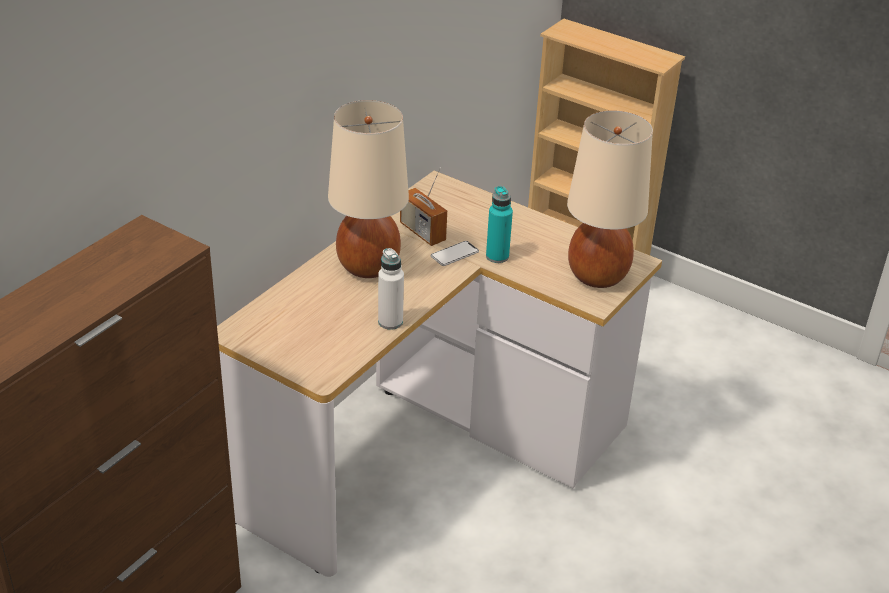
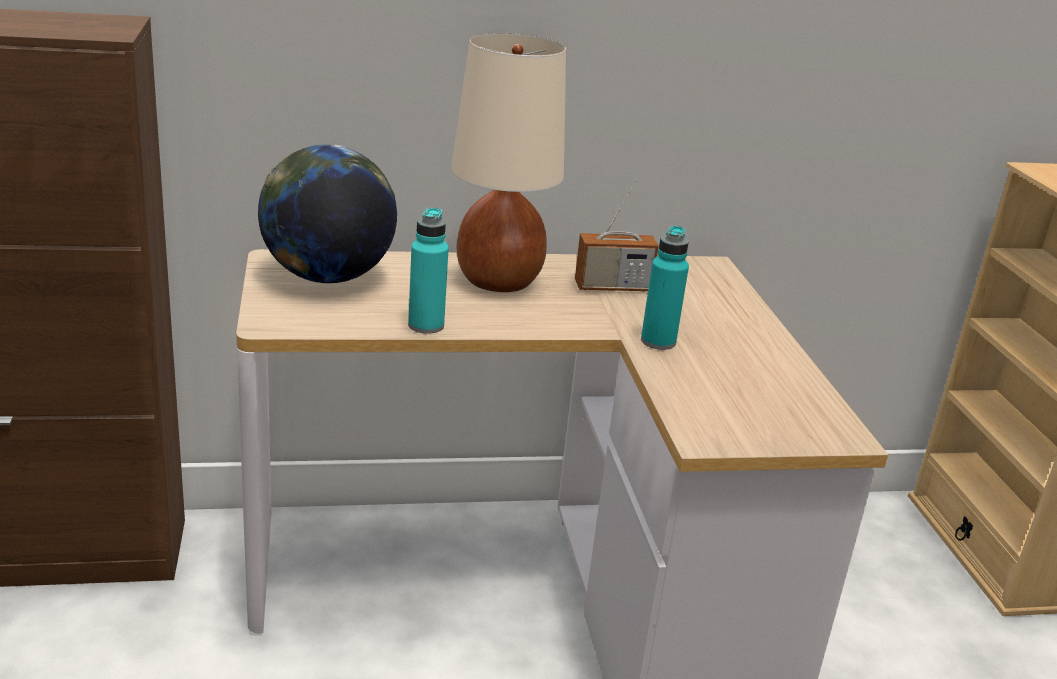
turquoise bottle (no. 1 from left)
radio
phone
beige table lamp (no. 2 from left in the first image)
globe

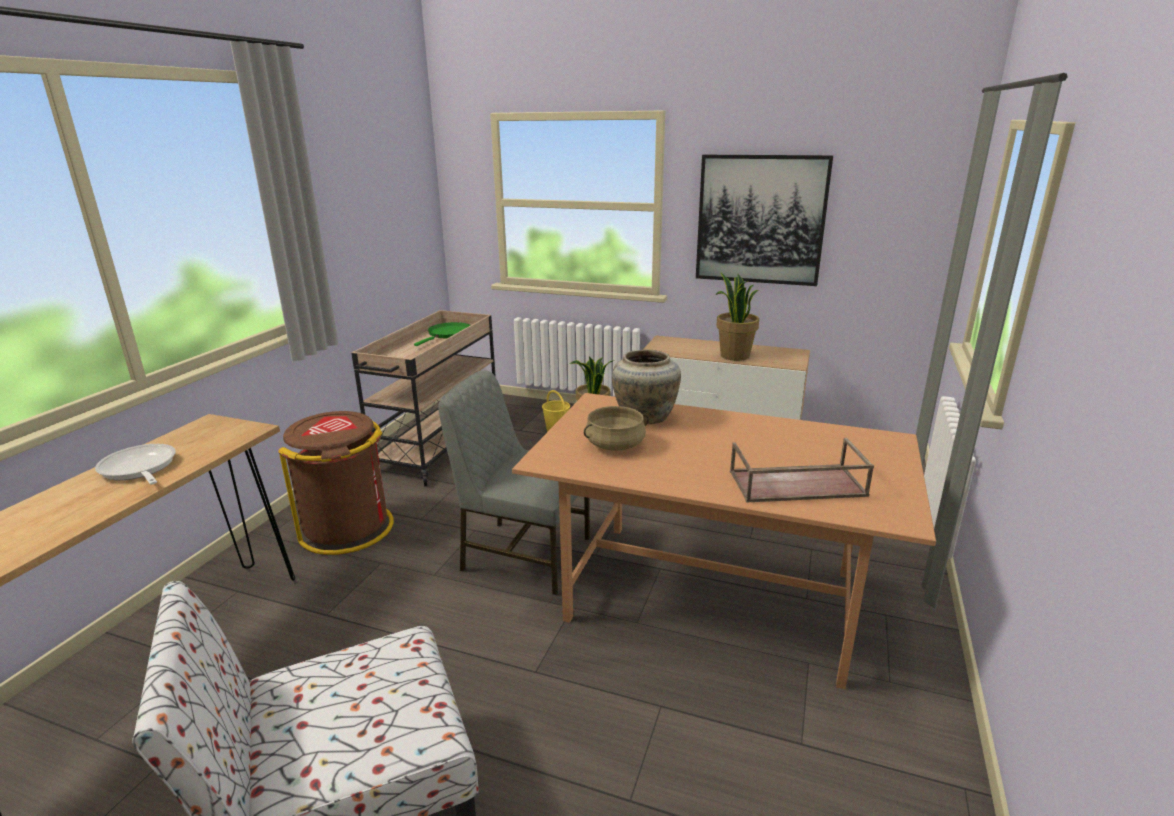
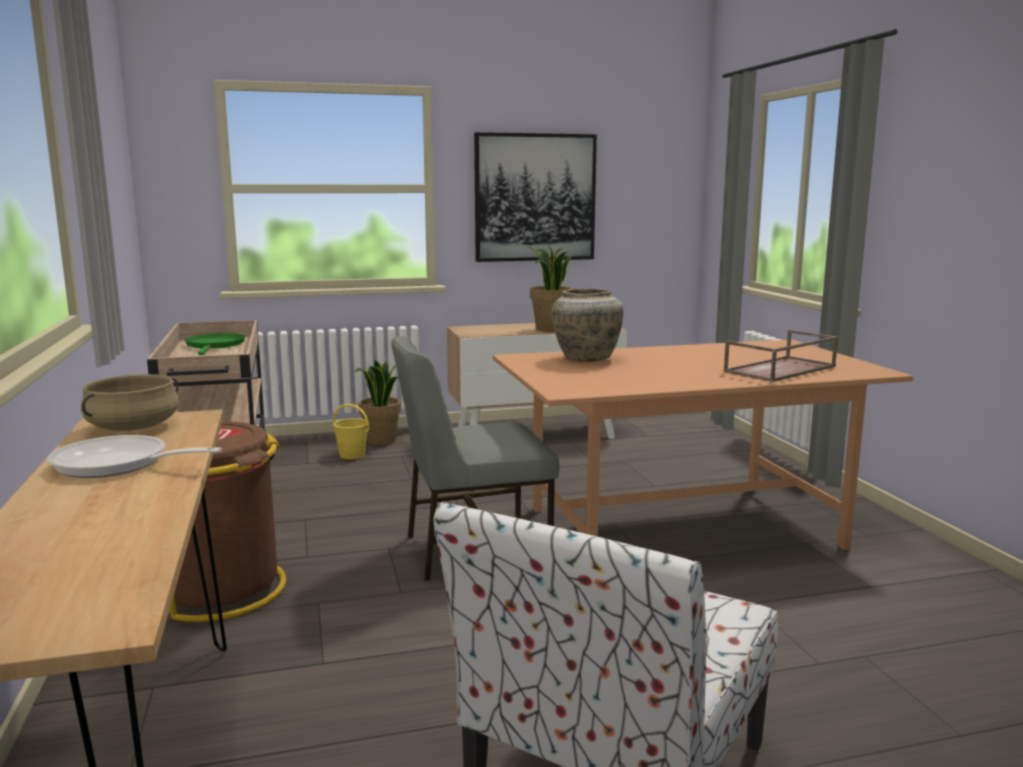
beige cooking pot

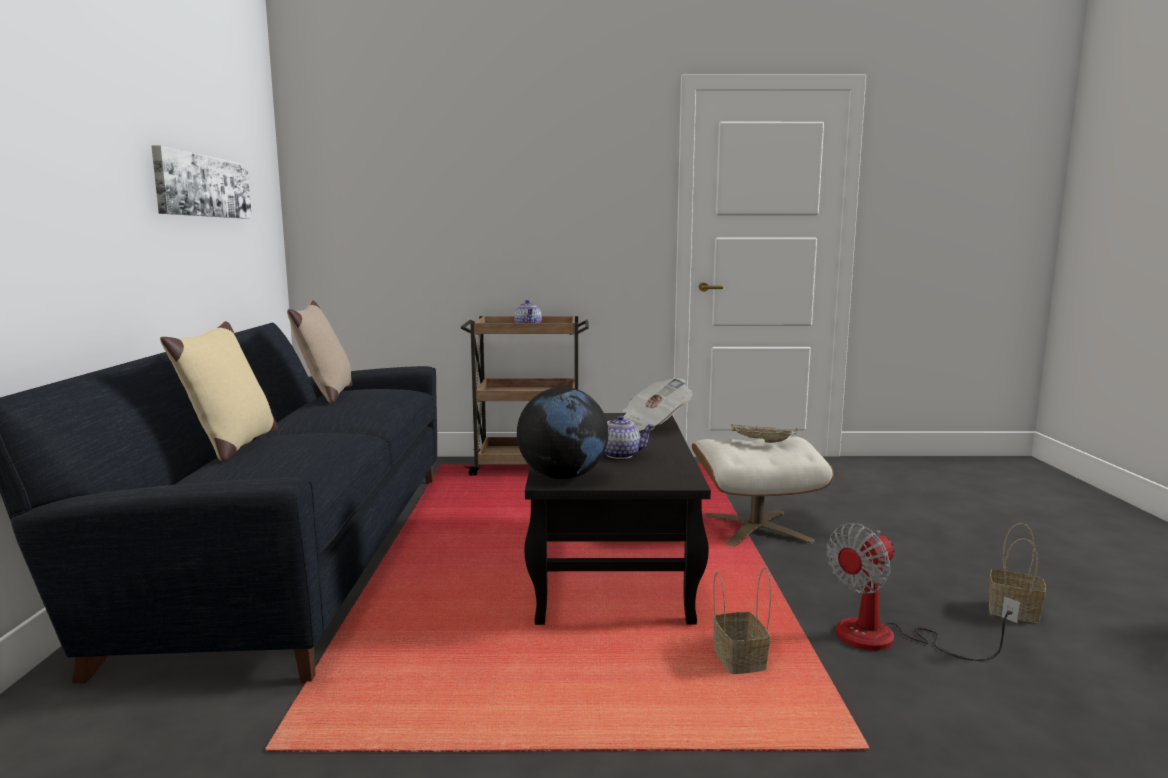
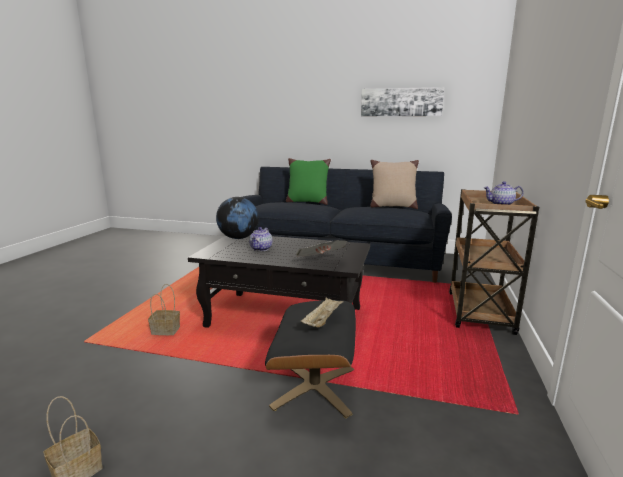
green pillow
black ottoman
fan

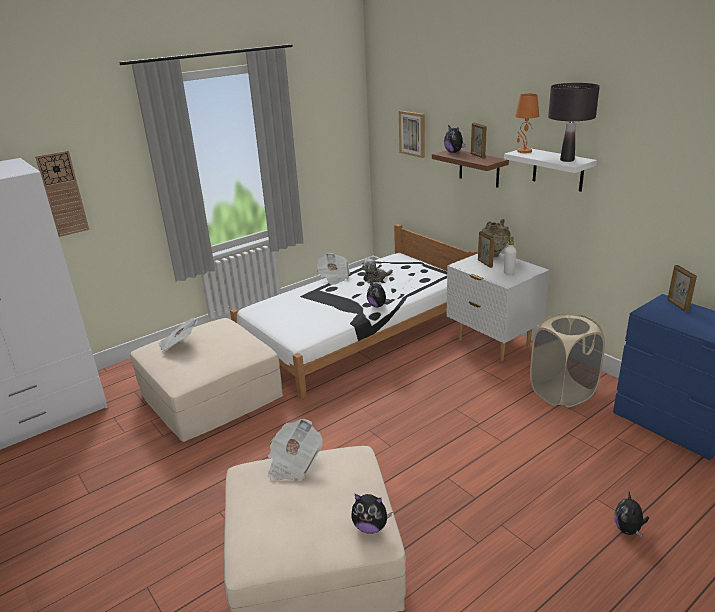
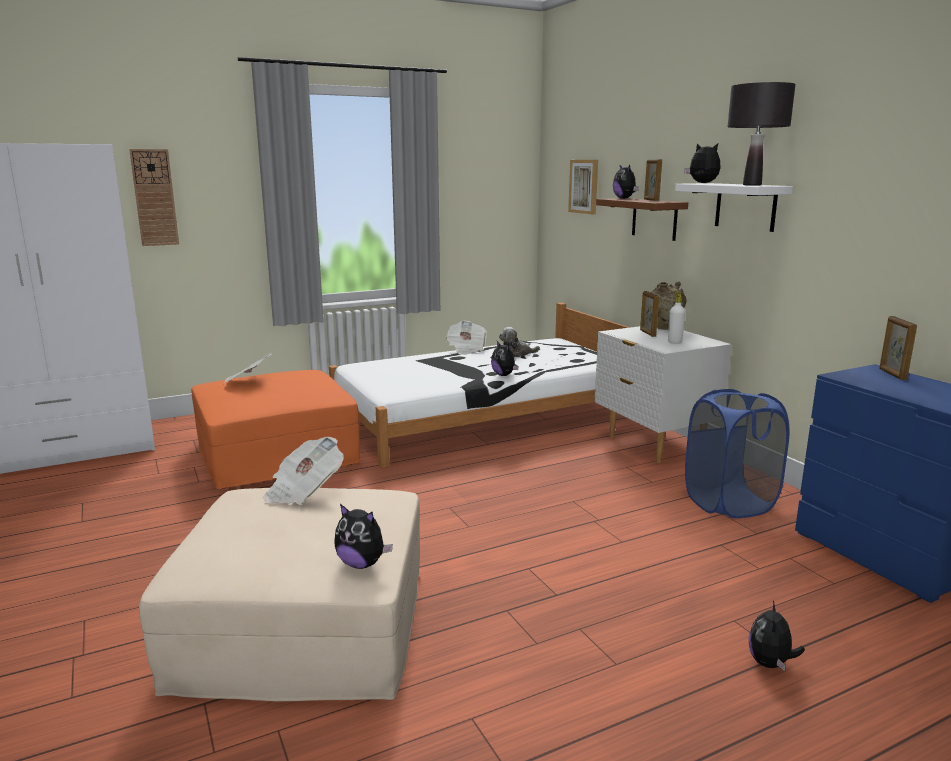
orange ottoman
plush toy (no. 5 from left)
blue laundry basket

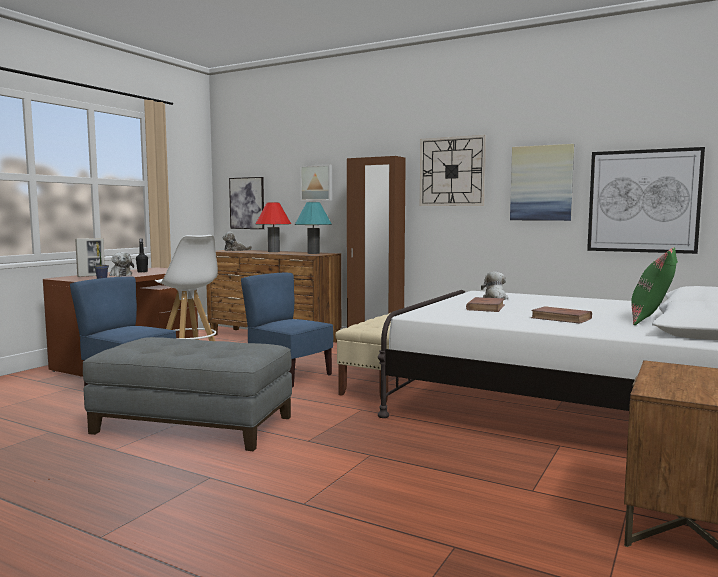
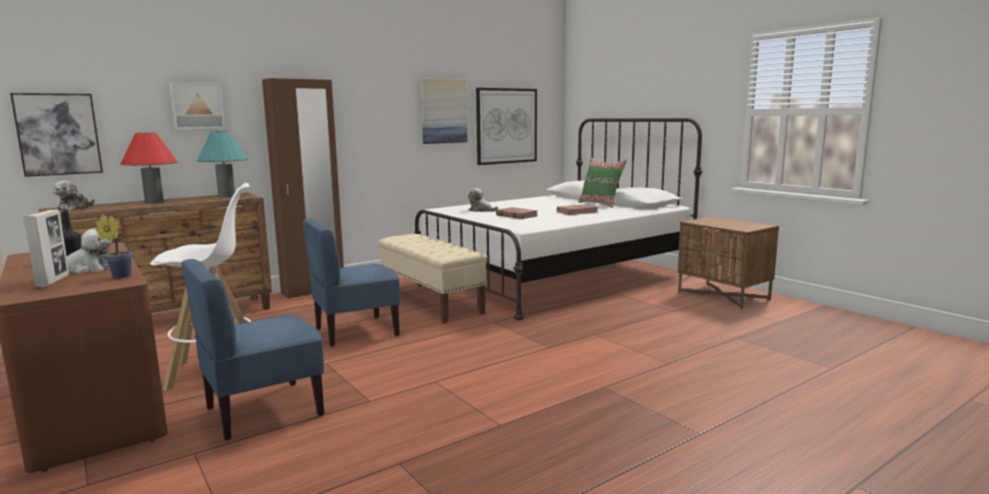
grey ottoman
wall clock

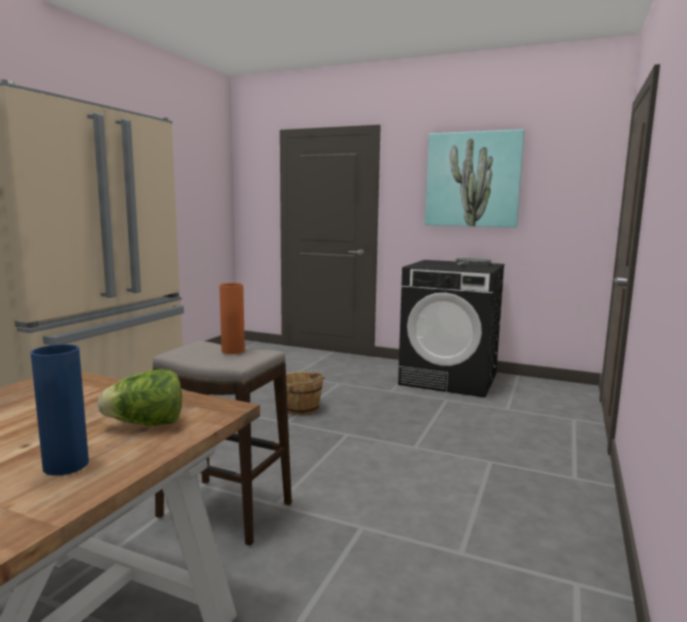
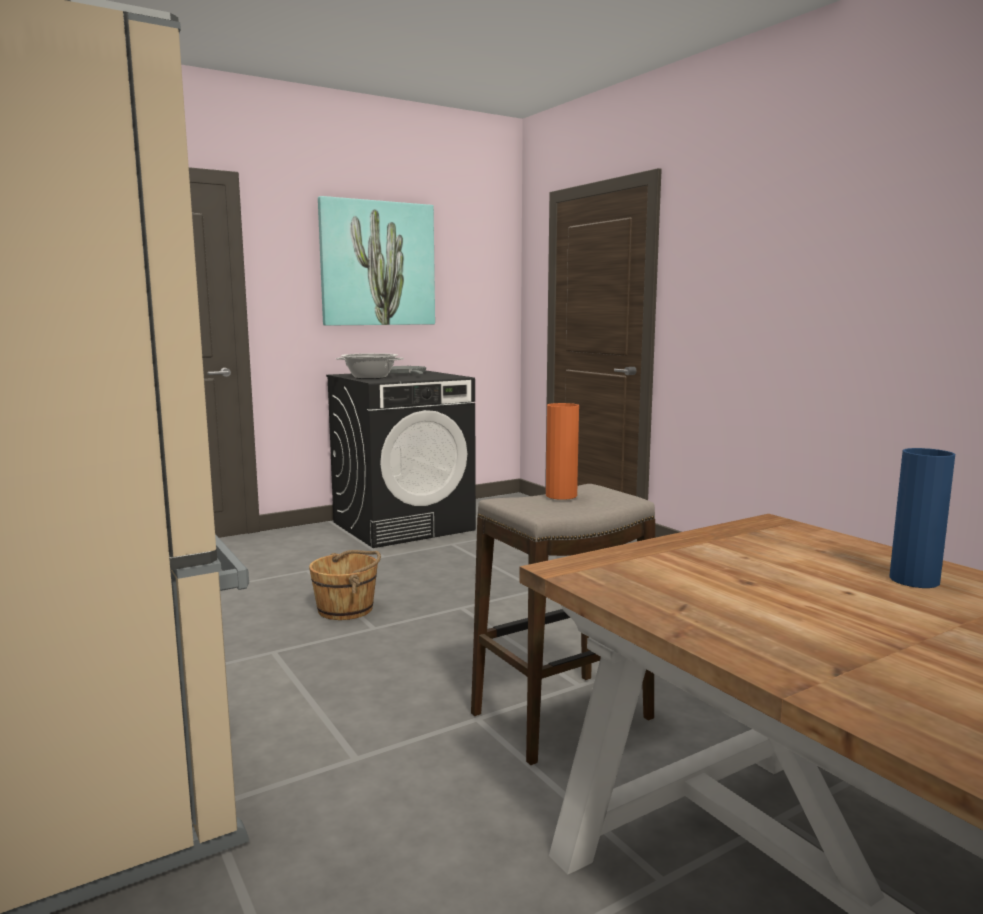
lettuce
cooking pot

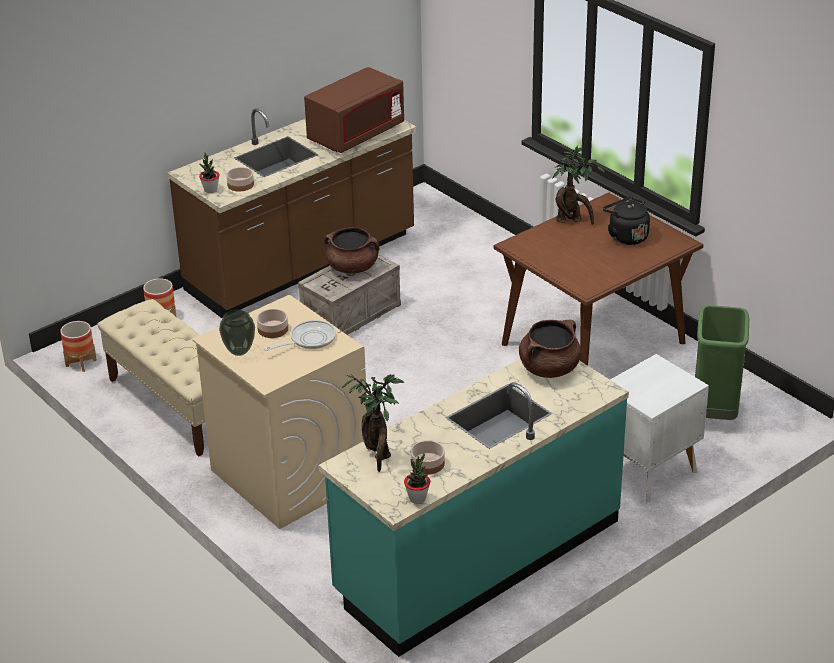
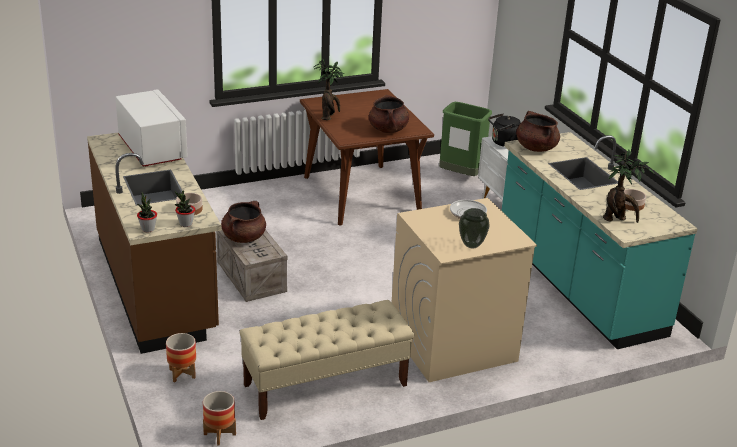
bowl (no. 2 from left in the first image)
white microwave
potted plant (no. 1 from left)
black kettle
brown cooking pot (no. 2 from left)

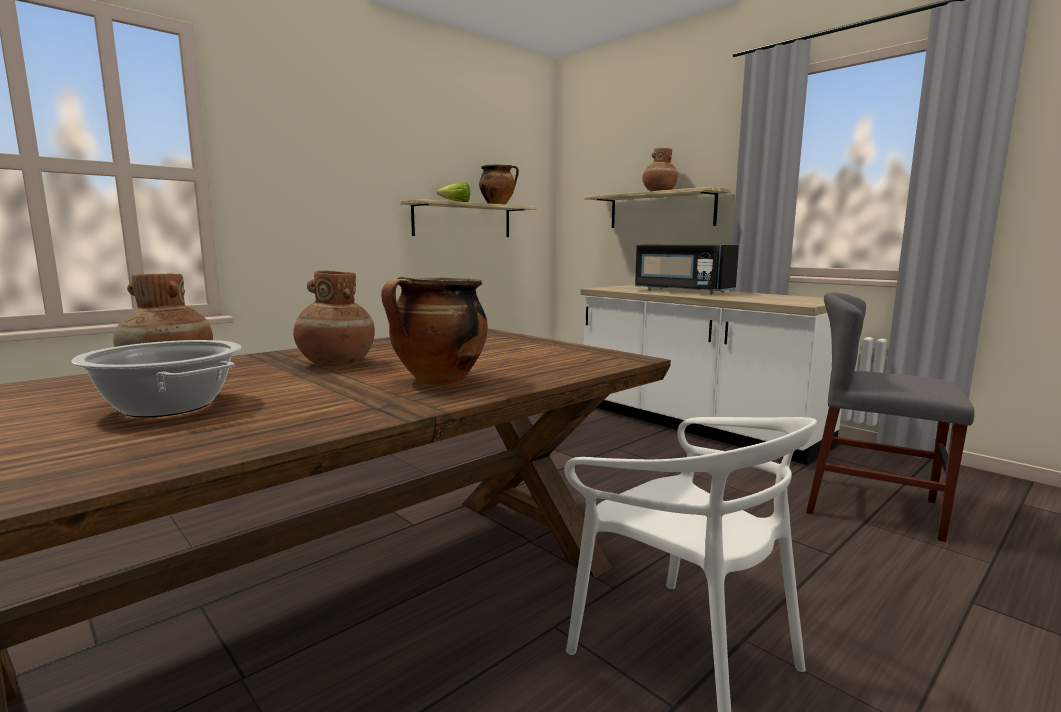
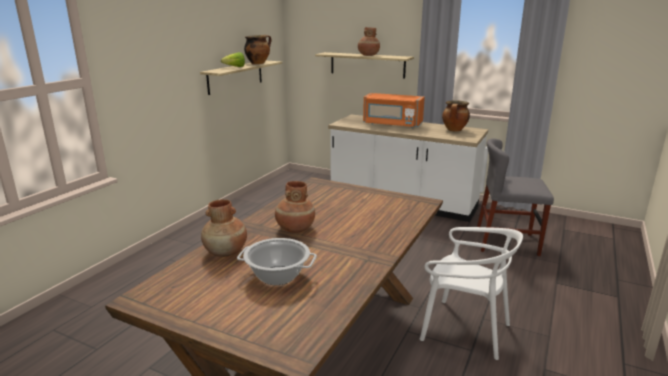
cooking pot (no. 3 from left)
orange microwave

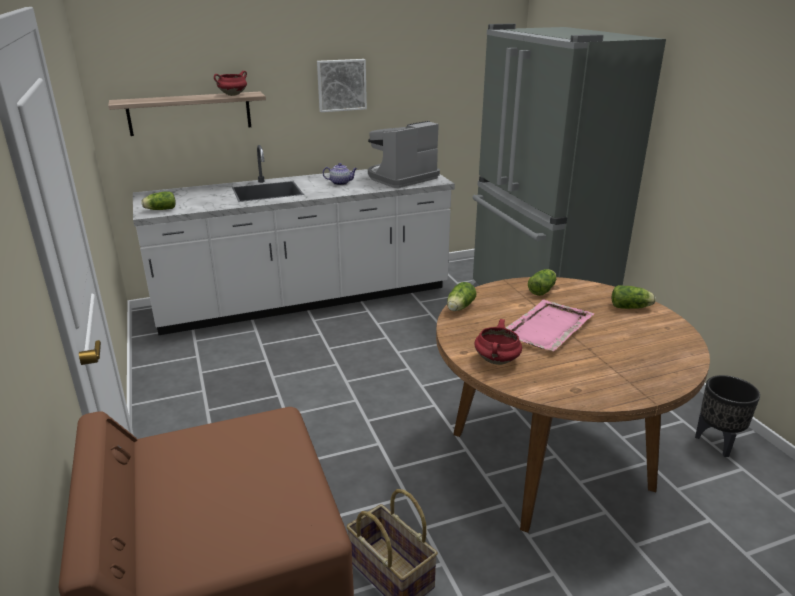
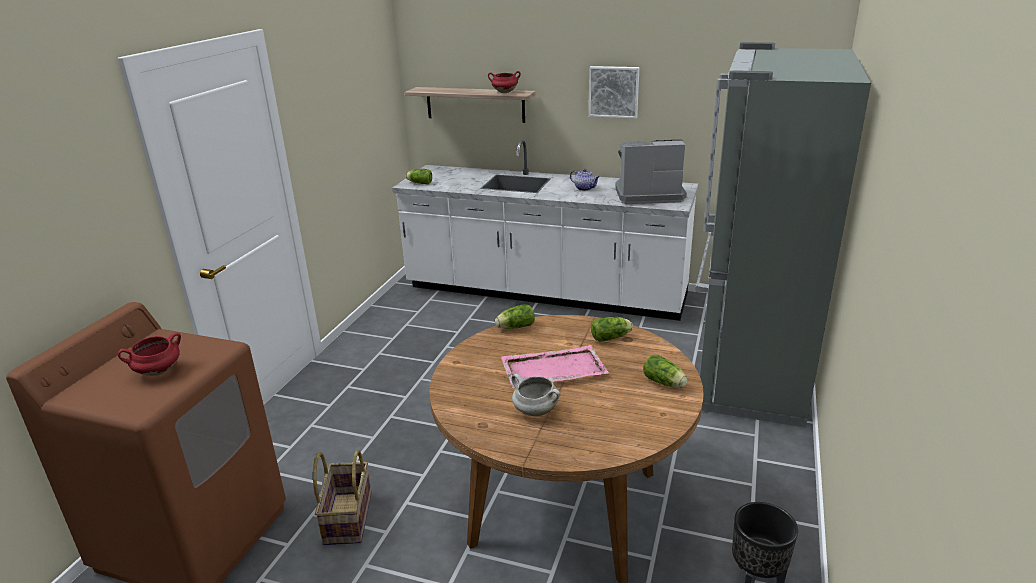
red cooking pot (no. 1 from left)
white cooking pot

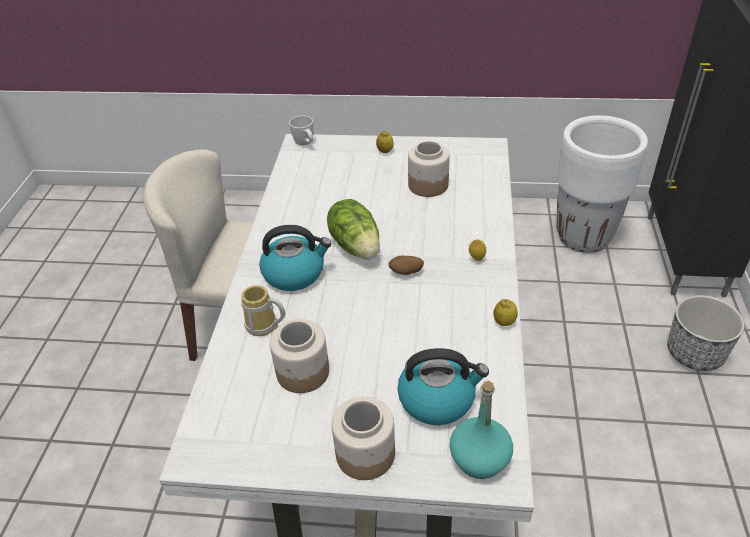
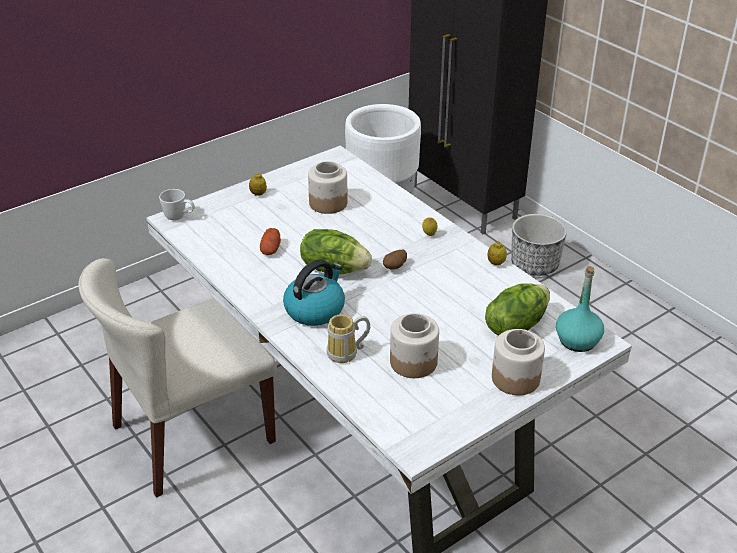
lettuce (no. 2 from left)
potato (no. 1 from left)

